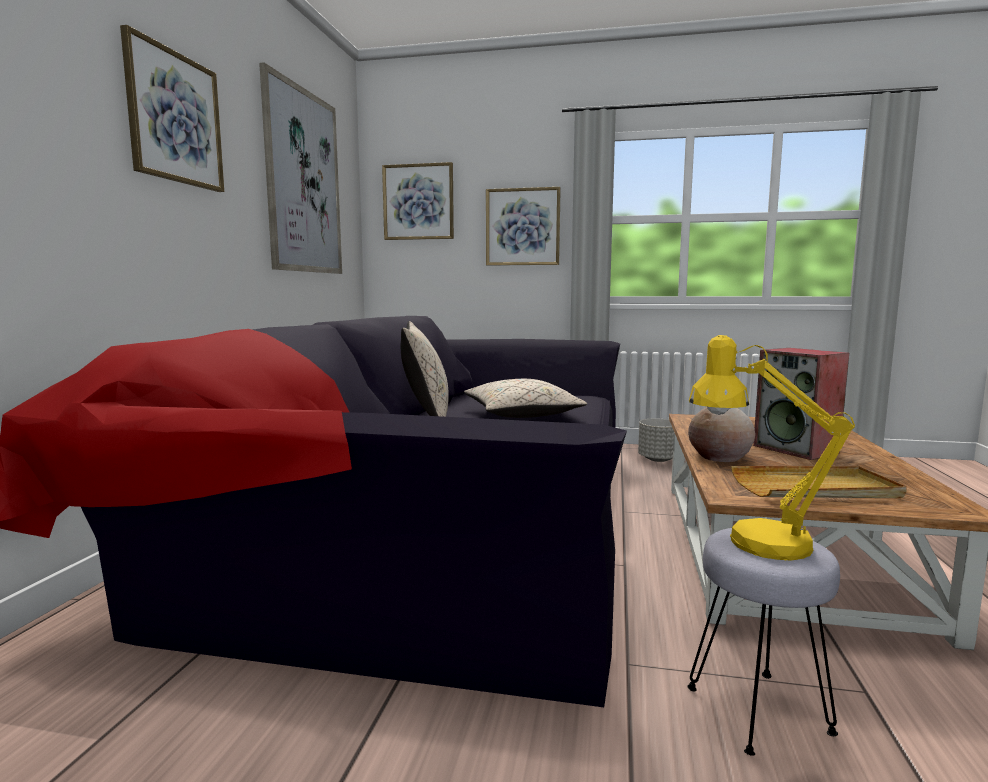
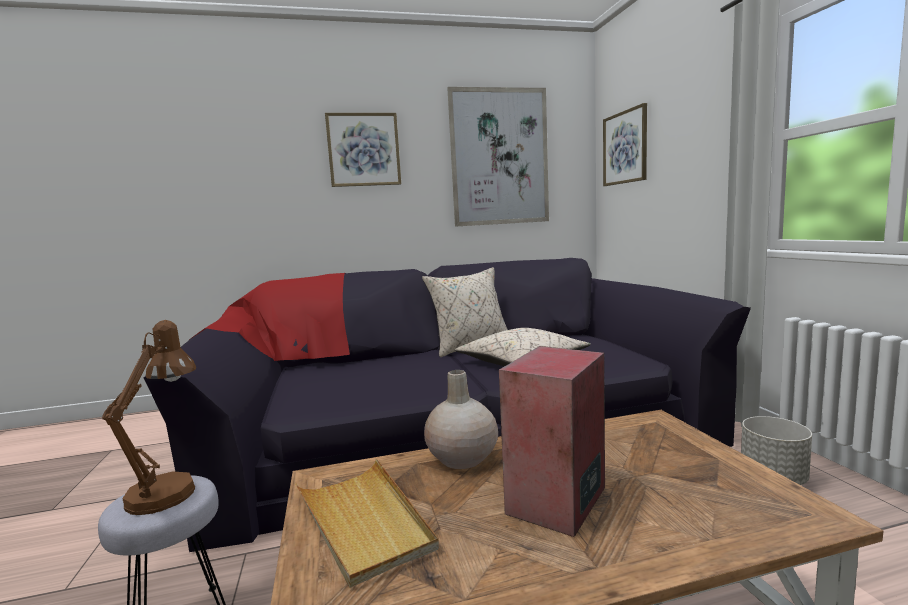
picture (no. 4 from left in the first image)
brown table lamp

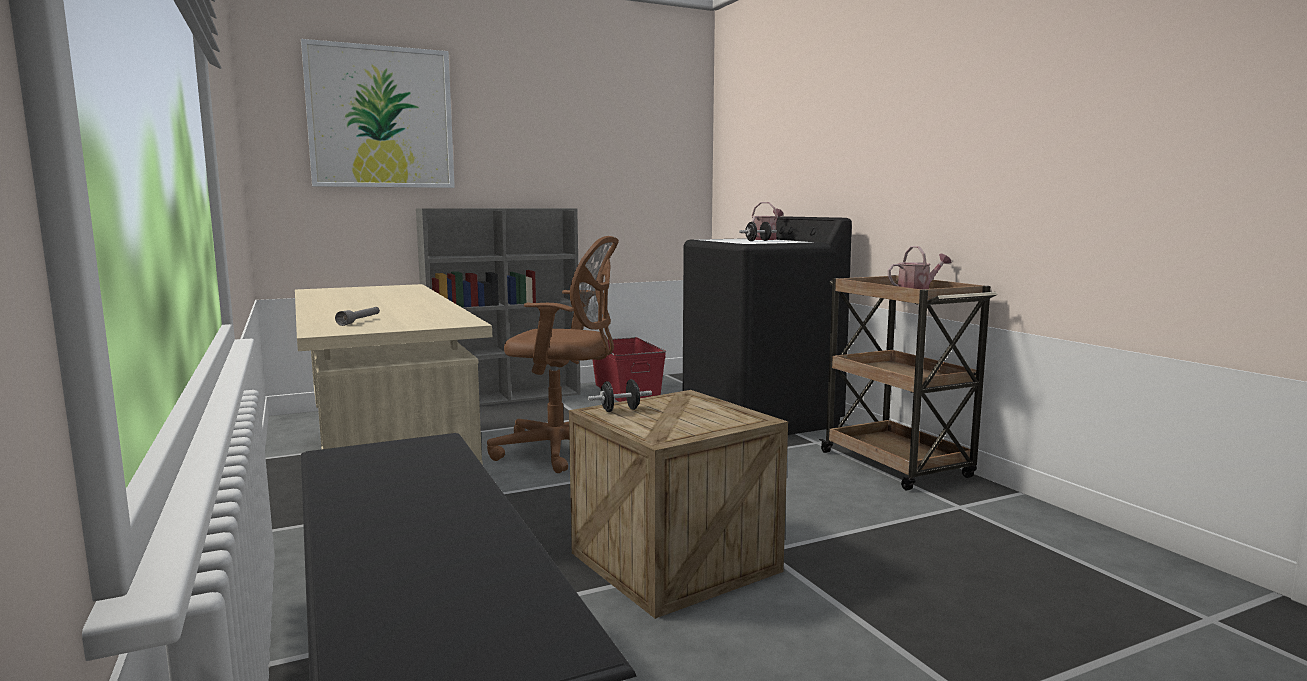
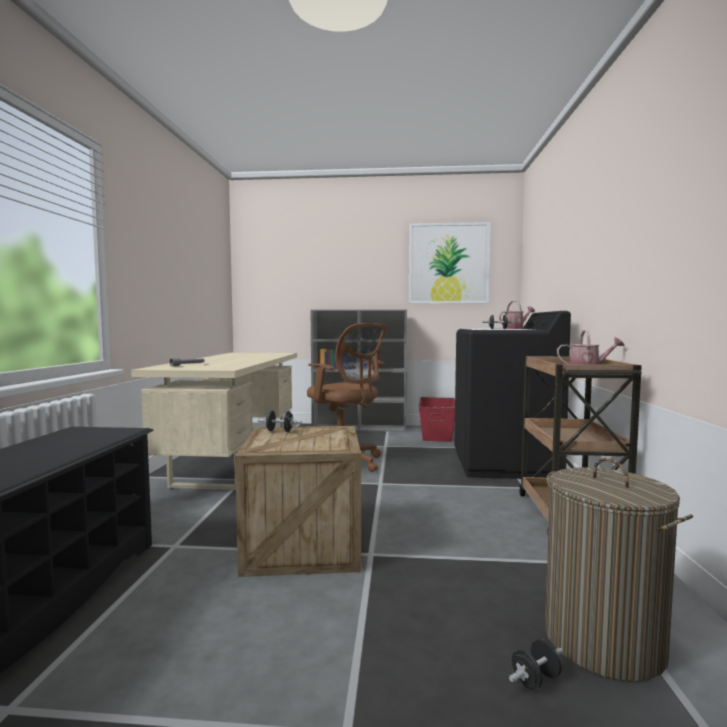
picture
black dumbbell (no. 3 from left)
laundry basket

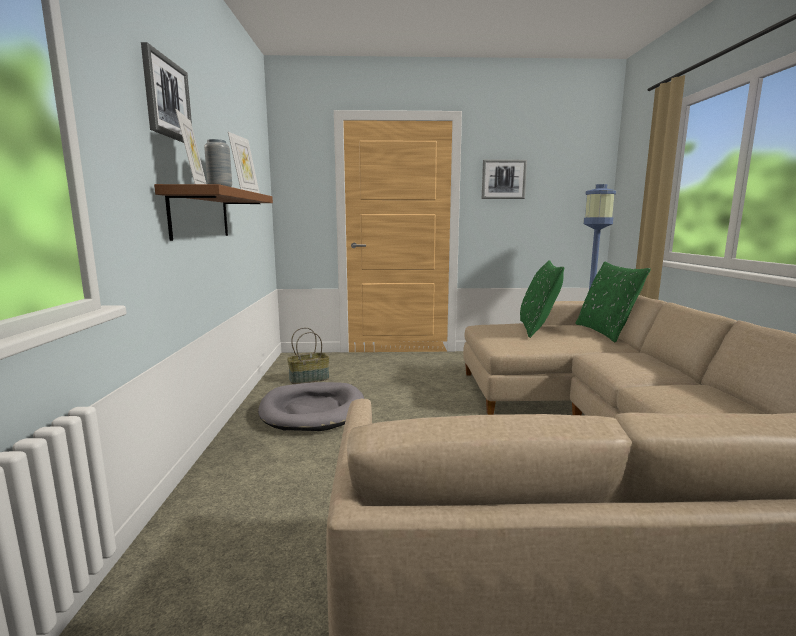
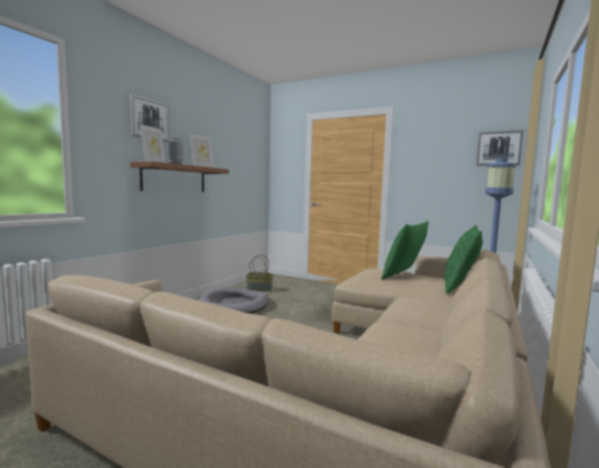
picture (no. 2 from left)

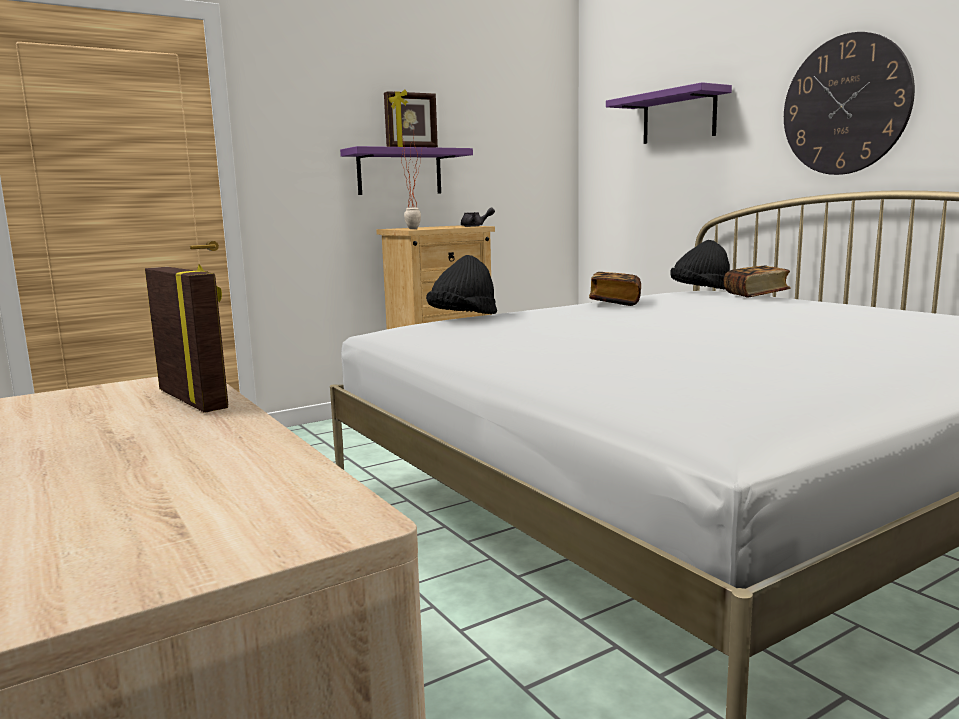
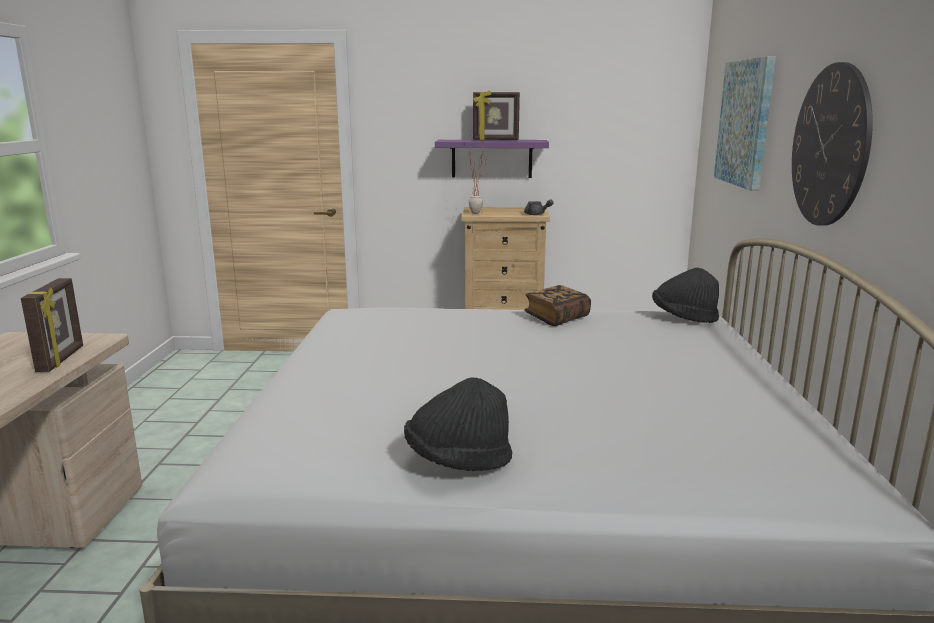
black hat (no. 1 from left)
picture
book (no. 2 from left in the first image)

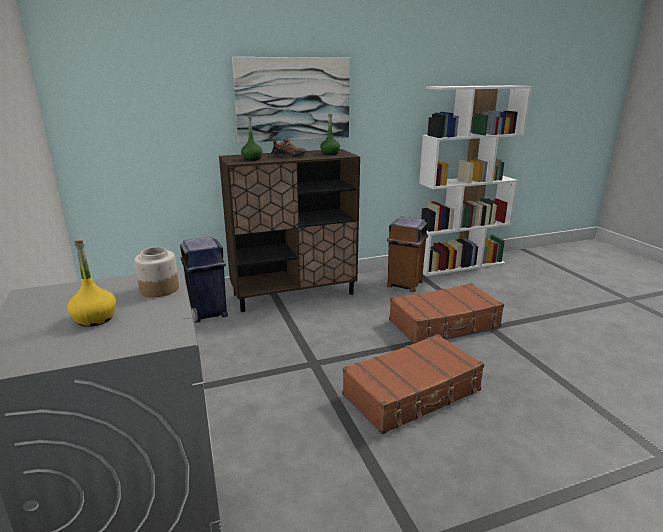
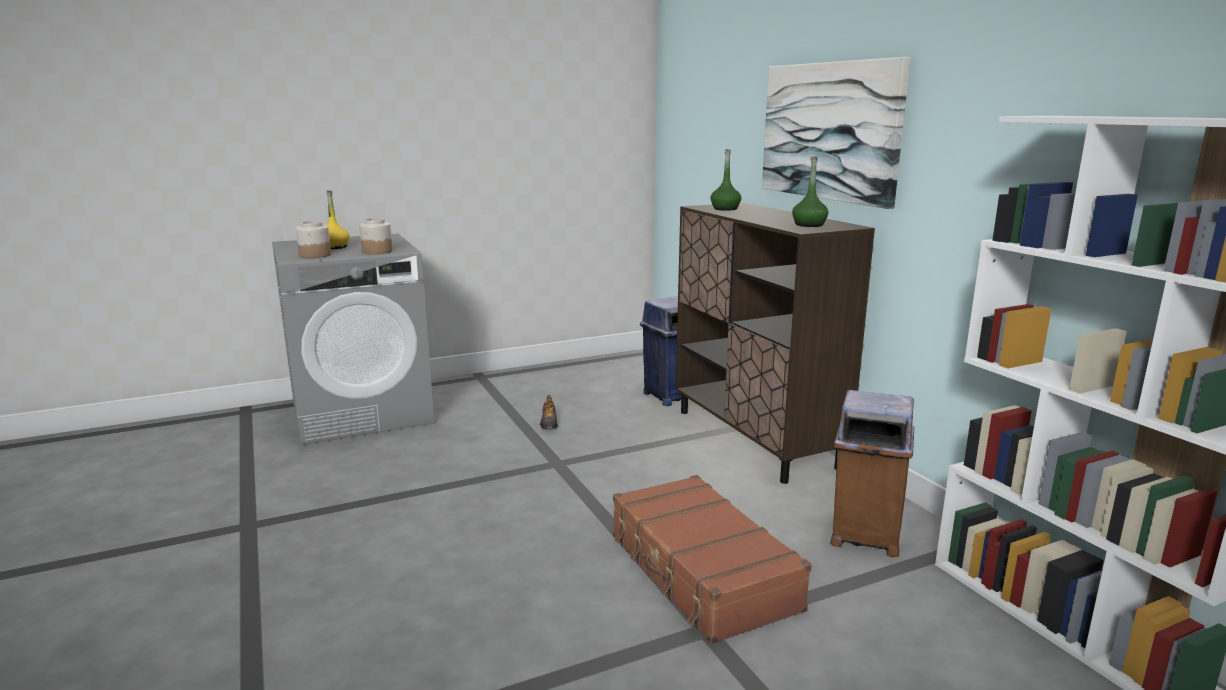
shoe
brown suitcase (no. 1 from left in the first image)
jar (no. 1 from left)

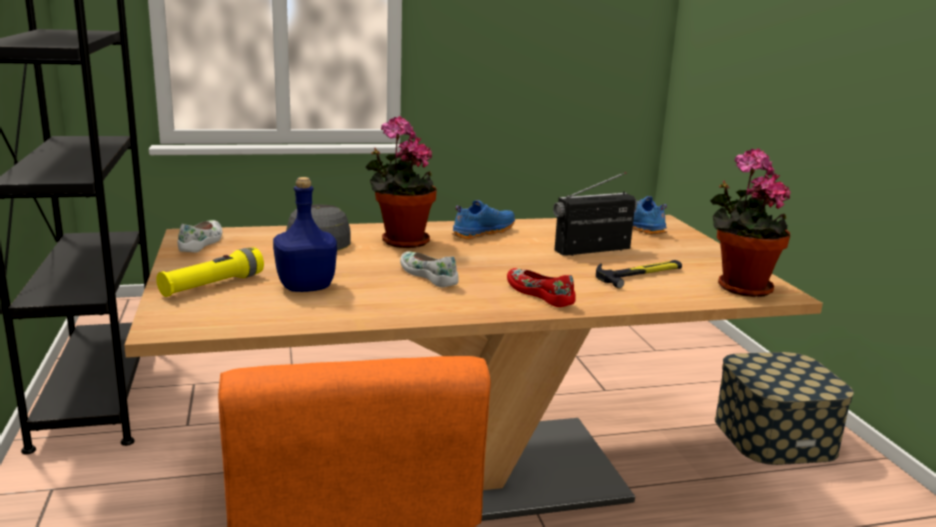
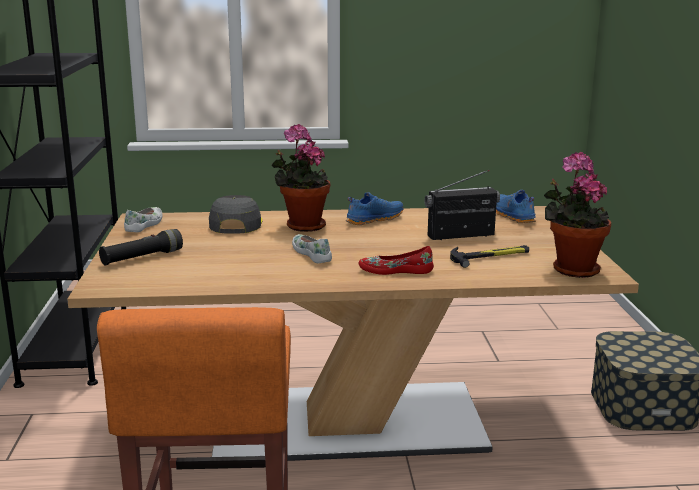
black flashlight
blue bottle
red shoe

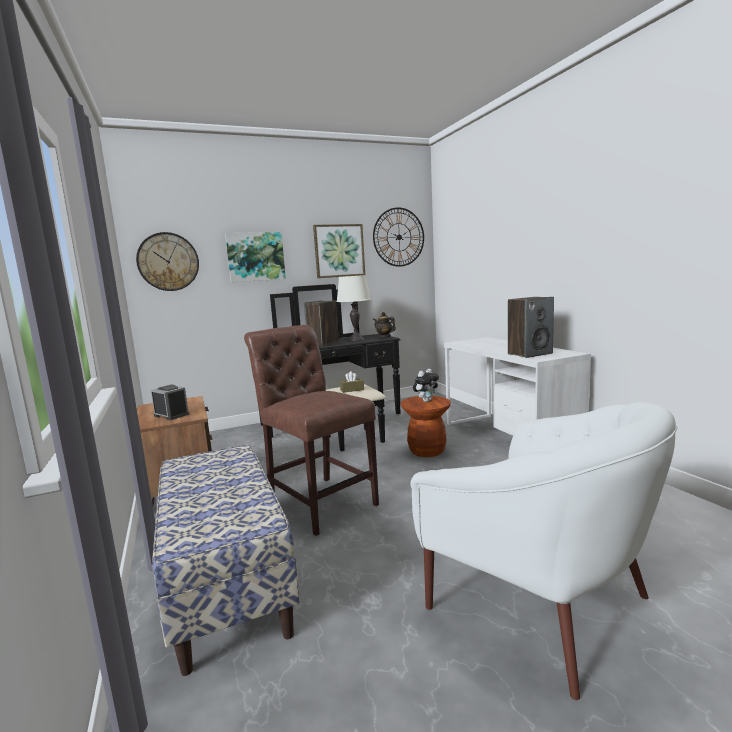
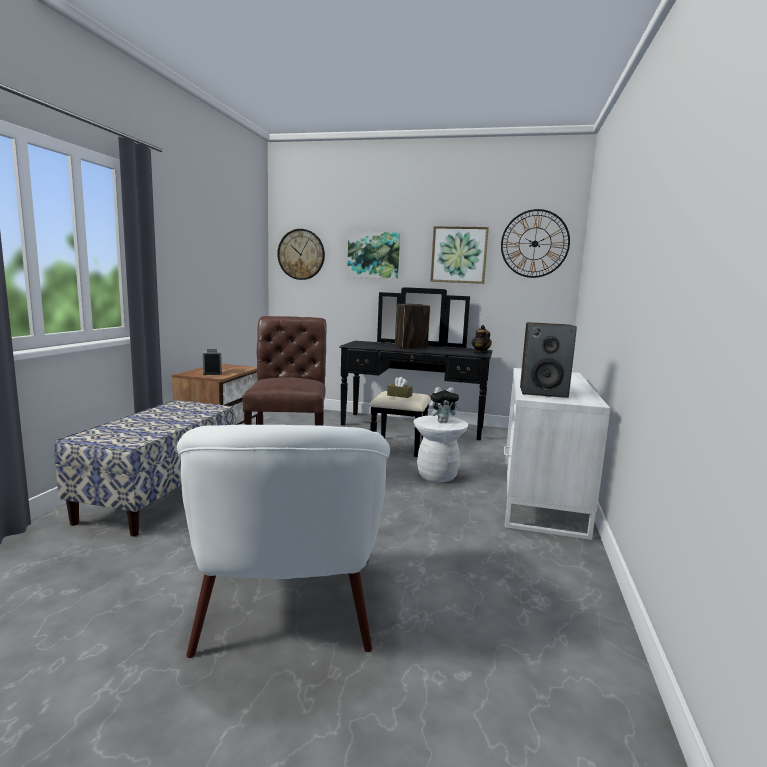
white table lamp
white stool

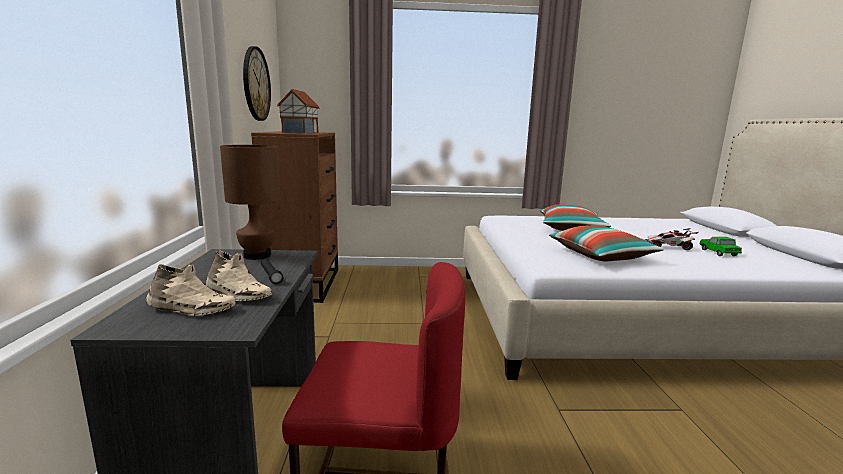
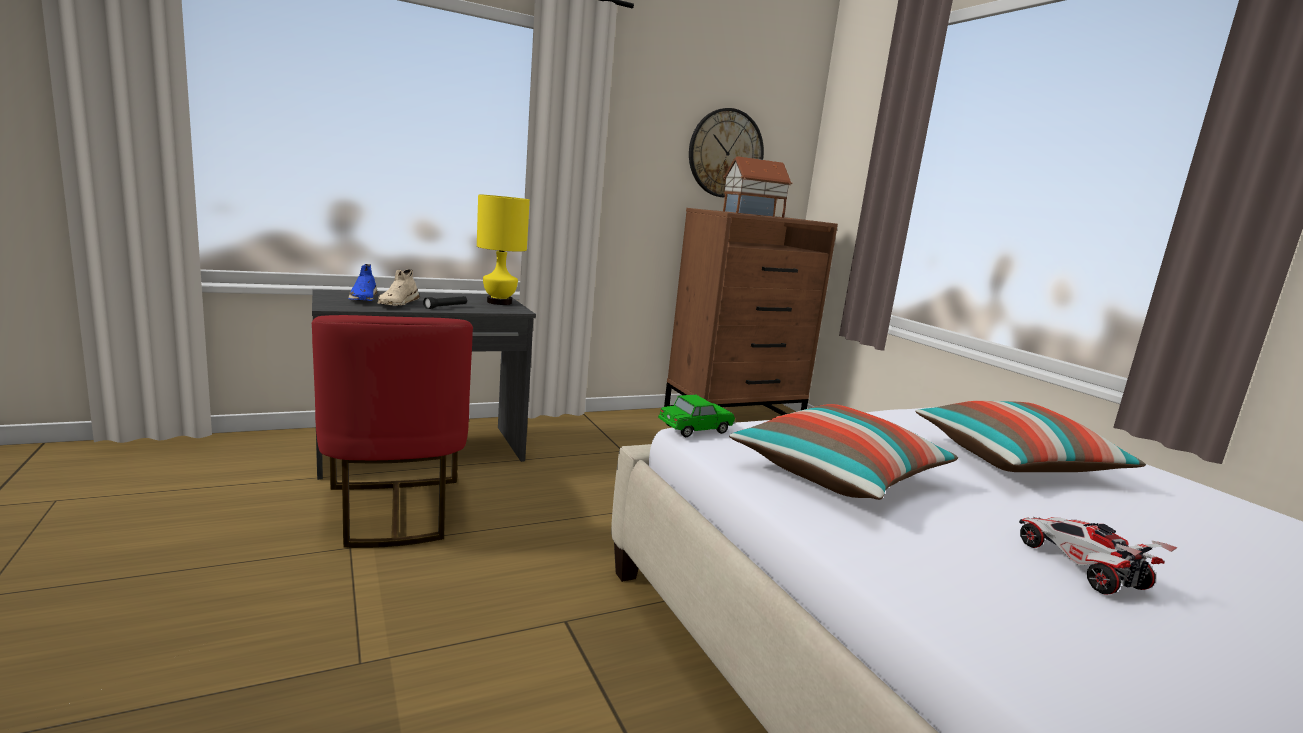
blue shoe
yellow table lamp
toy car (no. 1 from left)

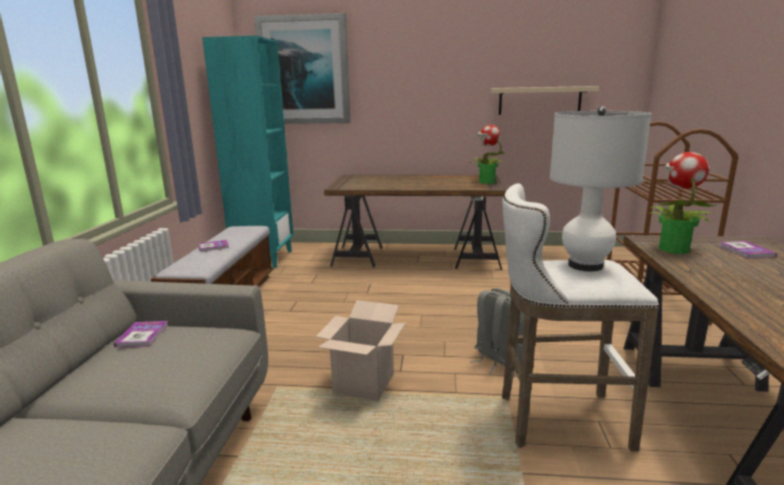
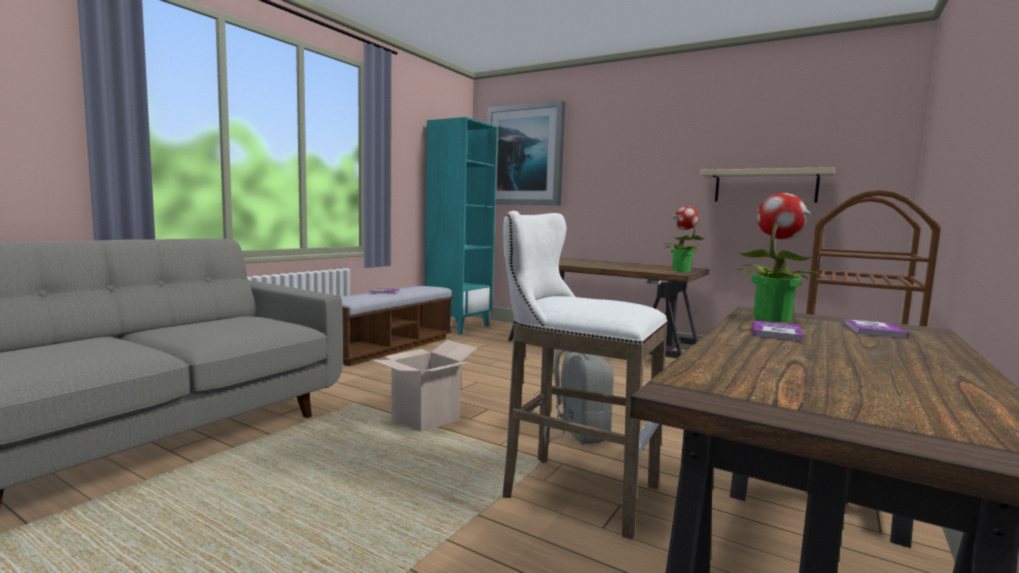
book (no. 2 from left)
white table lamp

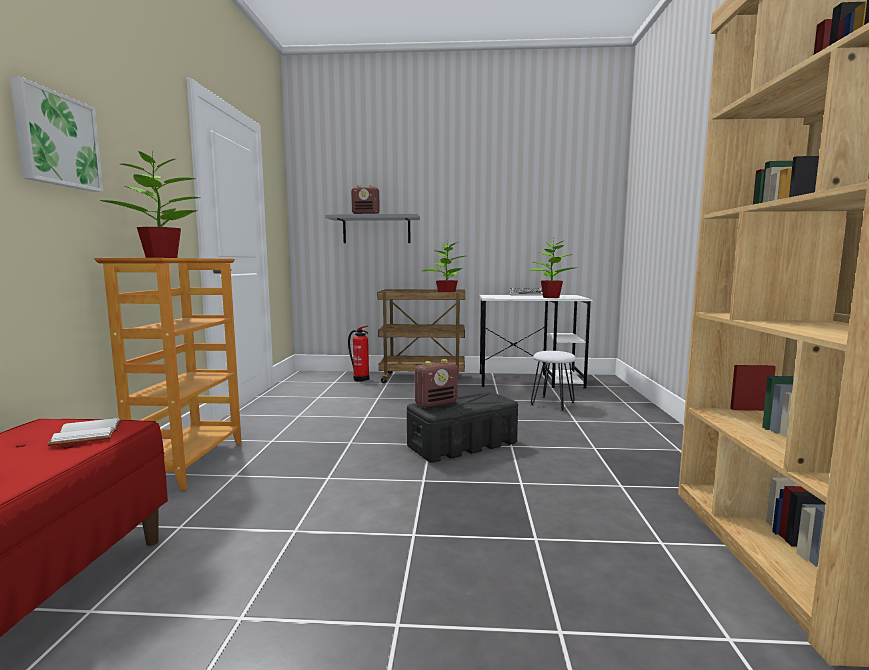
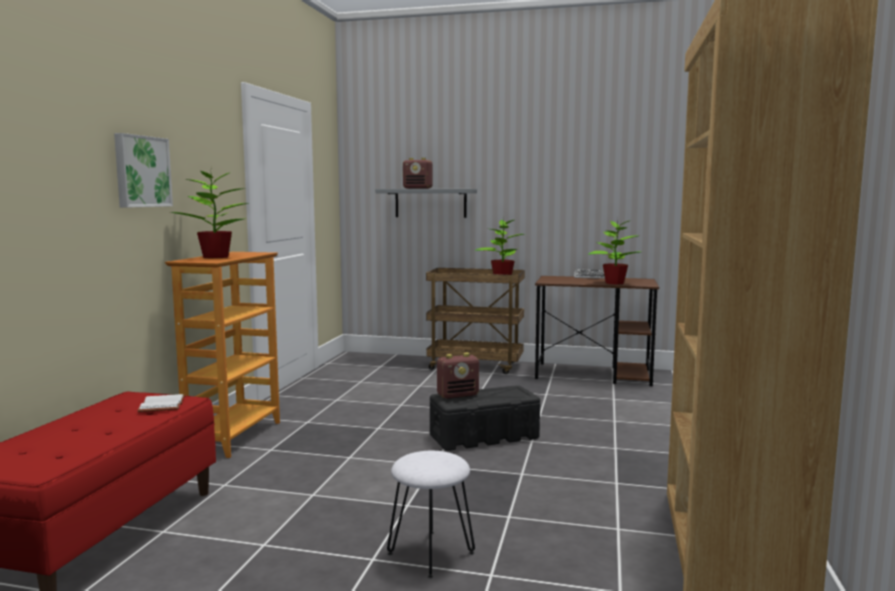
fire extinguisher
brown desk
white stool

